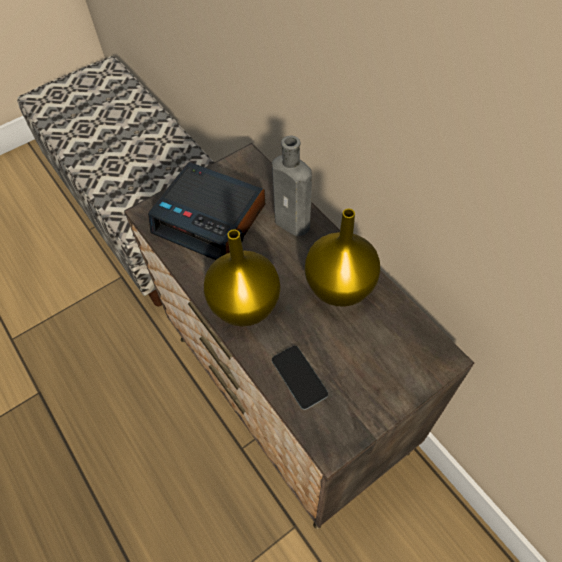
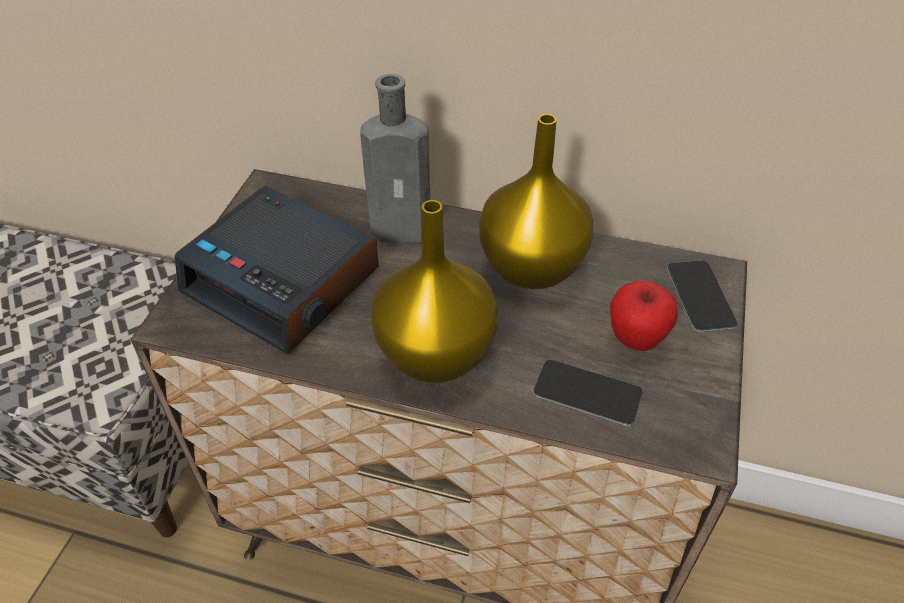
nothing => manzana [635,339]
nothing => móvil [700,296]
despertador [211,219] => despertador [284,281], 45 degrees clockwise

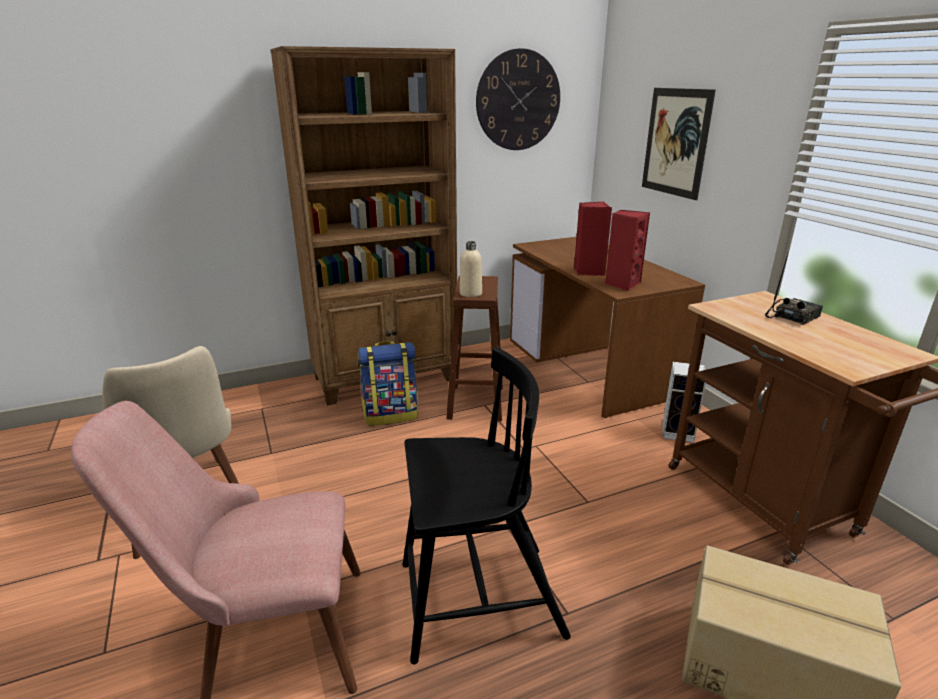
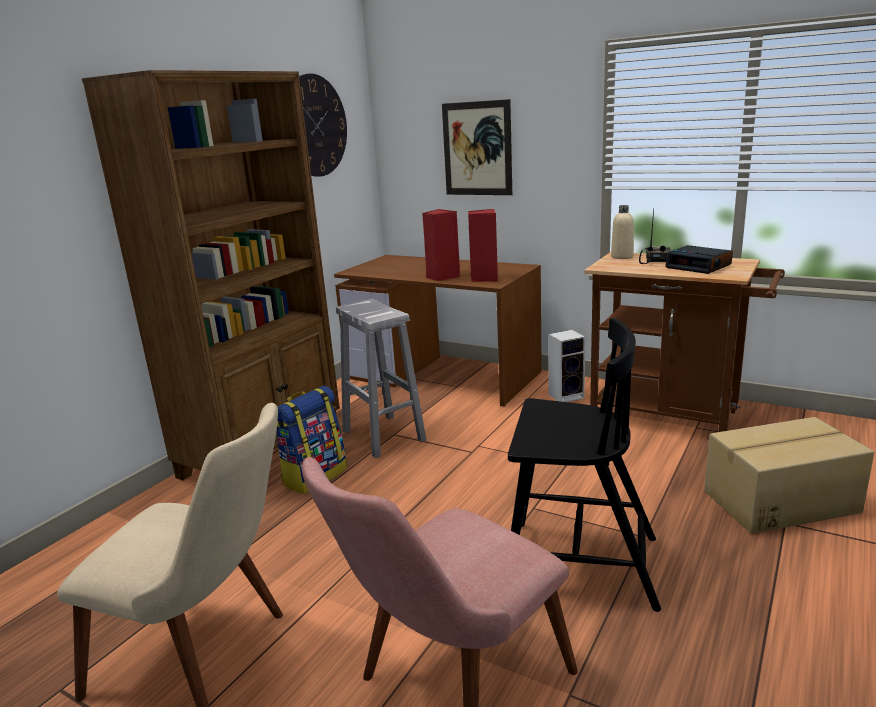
nothing => despertador [699,266]
botella/beis [470,293] => botella/beis [622,257], move
taburete/marrón [475,402] => taburete/blanco [382,435]
silla/negro [476,600] => silla/negro [578,564], 60 degrees clockwise

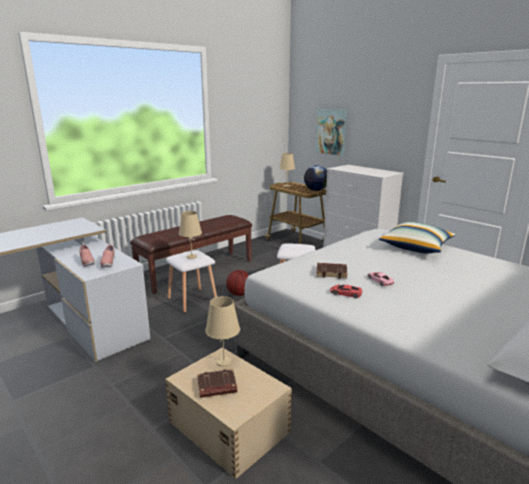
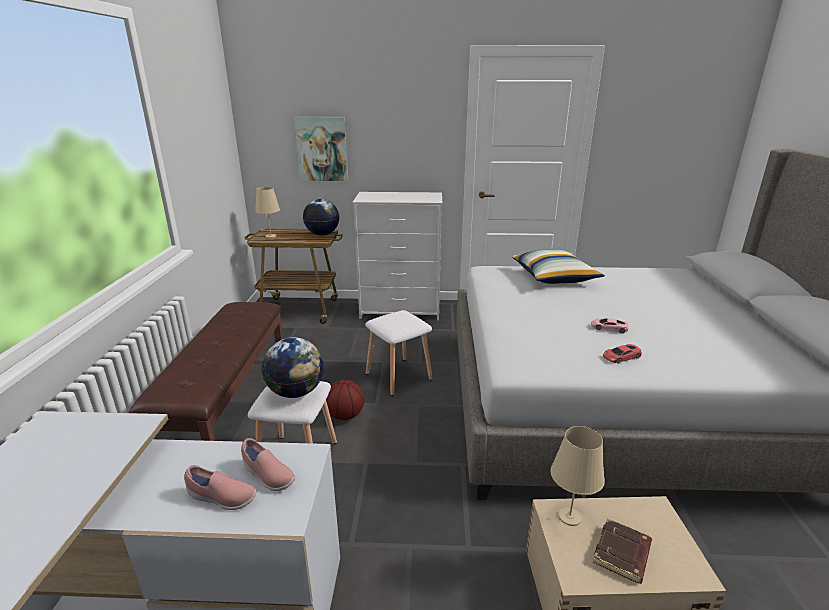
libro/marrón [331,273] => nothing
lámpara de mesa/beis [191,256] => globo terráqueo [296,392]

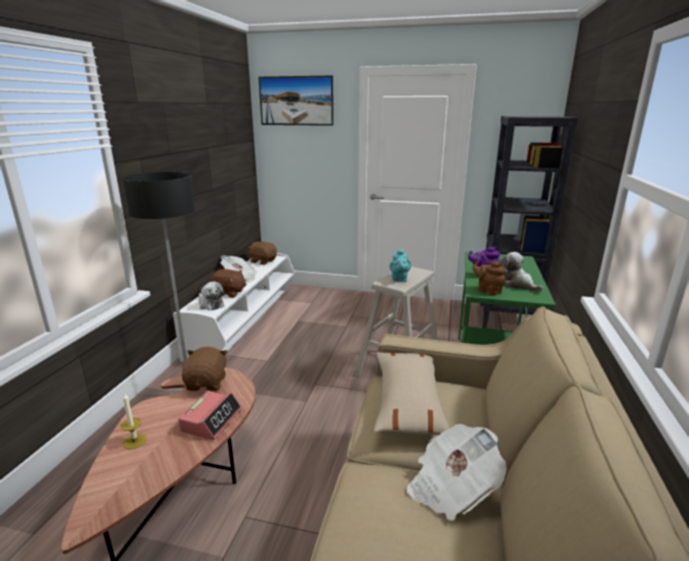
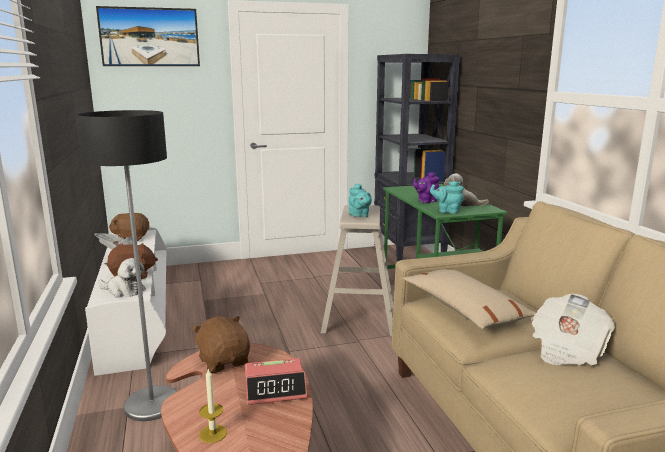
tetera/marrón [487,291] => tetera/turquesa [447,211]
despertador [211,420] => despertador [275,389], 90 degrees clockwise

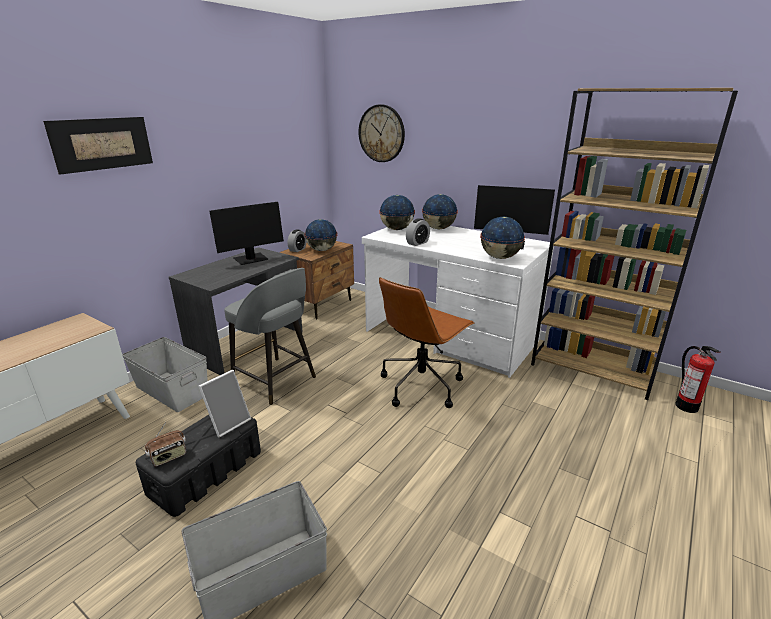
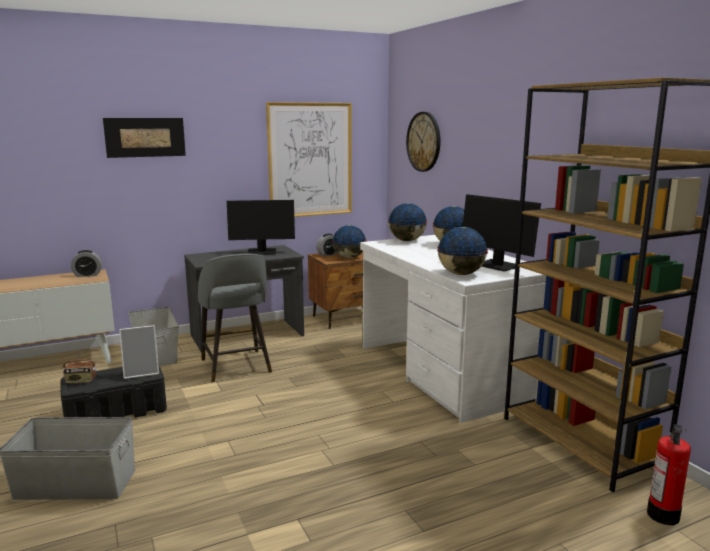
silla de oficina/marrón [421,385] => nothing
nothing => cuadro [310,160]
despertador [417,243] => despertador [87,275], move

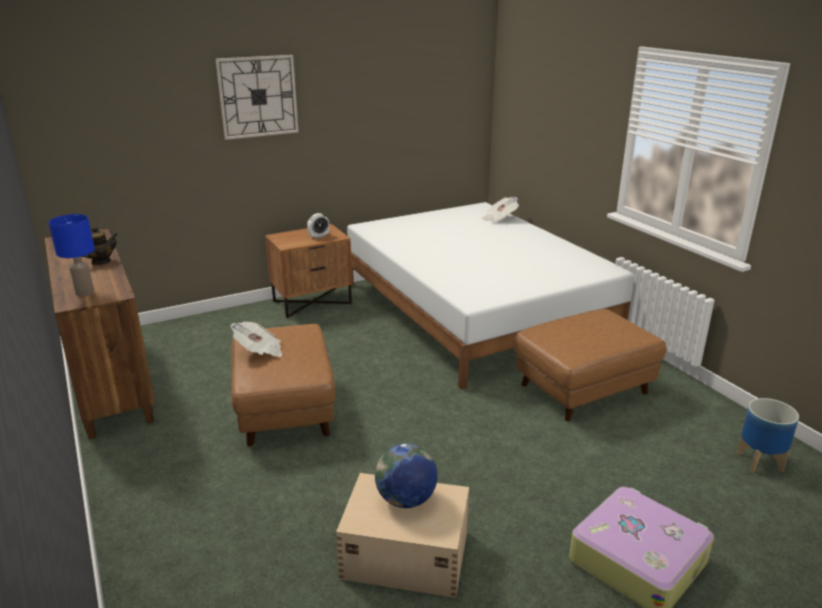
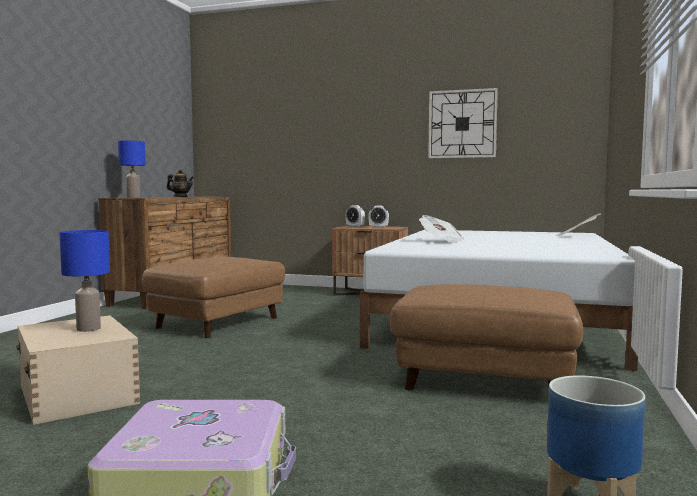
nothing => despertador [355,227]
reloj de pared [258,96] => reloj de pared [462,124], move
periódico [259,351] => periódico [441,241], move
globo terráqueo [406,500] => lámpara de mesa/azul [87,329]

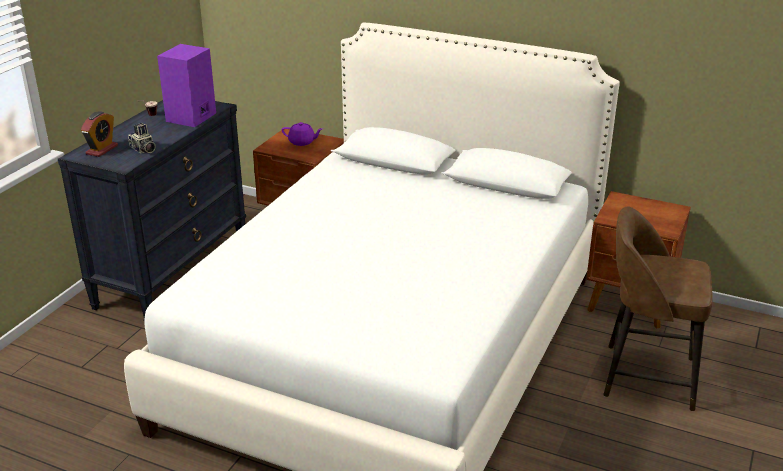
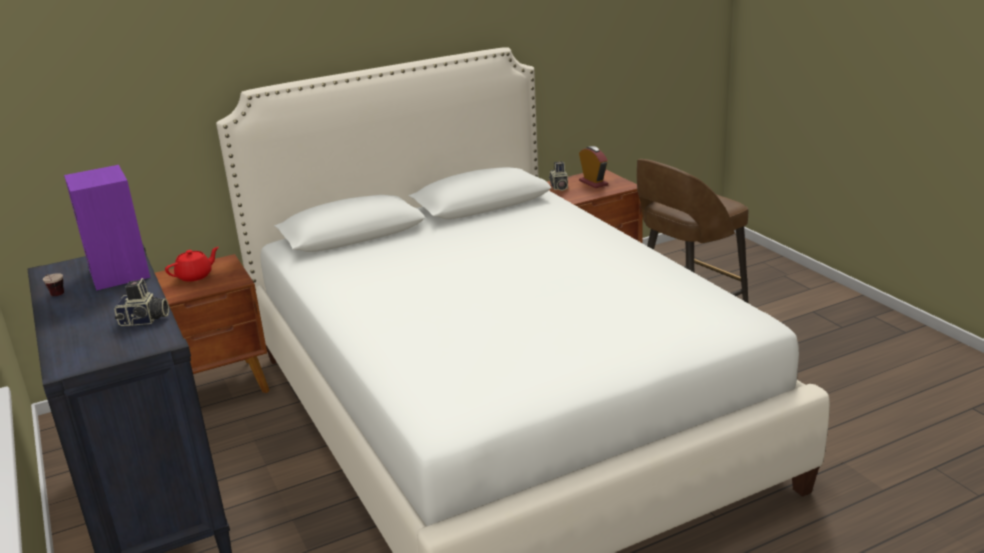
nothing => cámara [559,187]
despertador [102,149] => despertador [593,183], move
tetera/morado [302,142] => tetera/rojo [195,276]

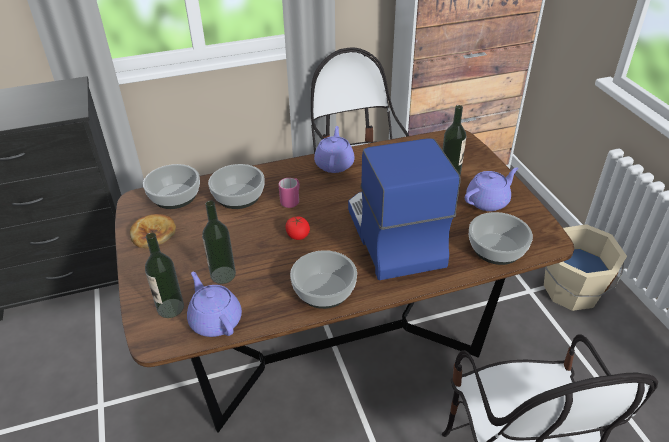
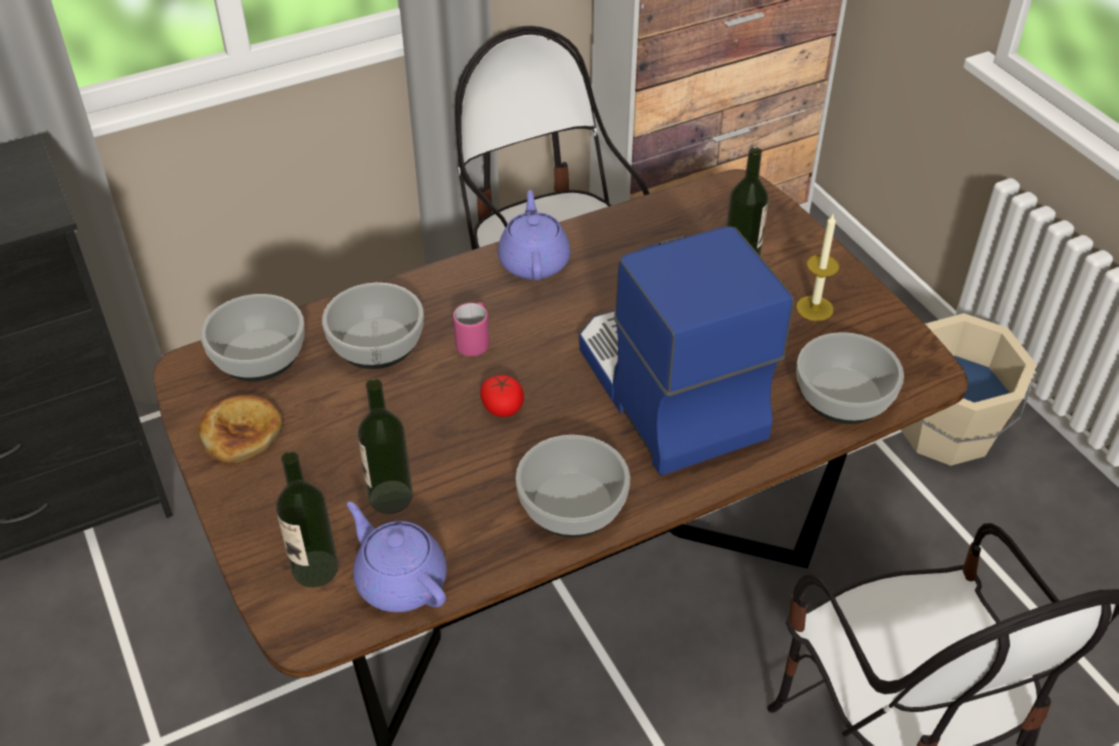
tetera/morado [488,201] => vela [814,308]

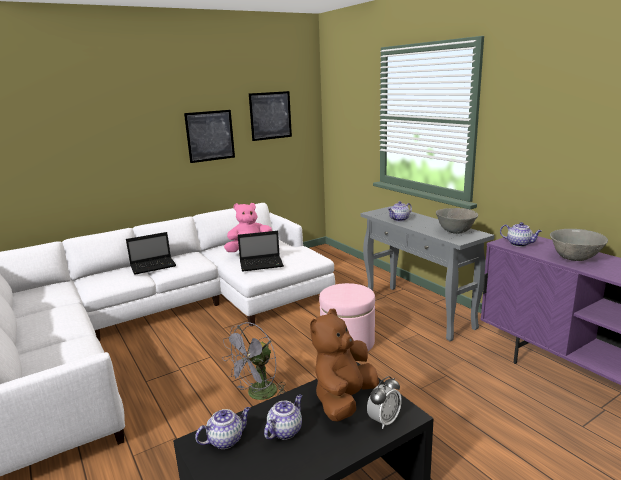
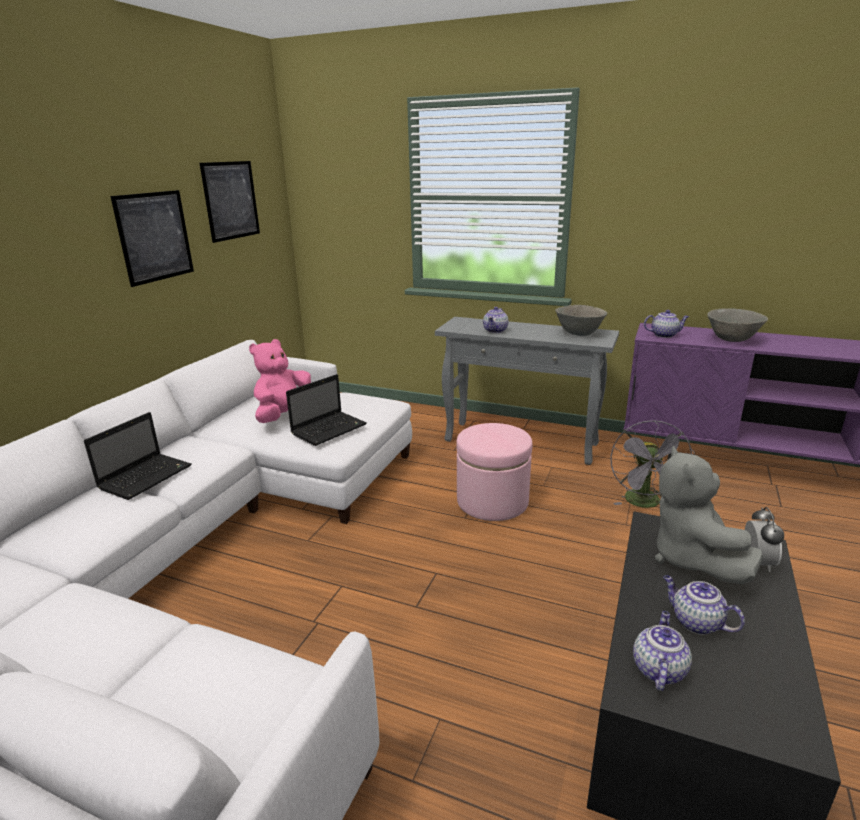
ventilador/gris [258,395] => ventilador/gris [645,504], move
peluche/marrón [344,400] => peluche/gris [691,558]
tetera [285,430] => tetera [695,622], 45 degrees counterclockwise

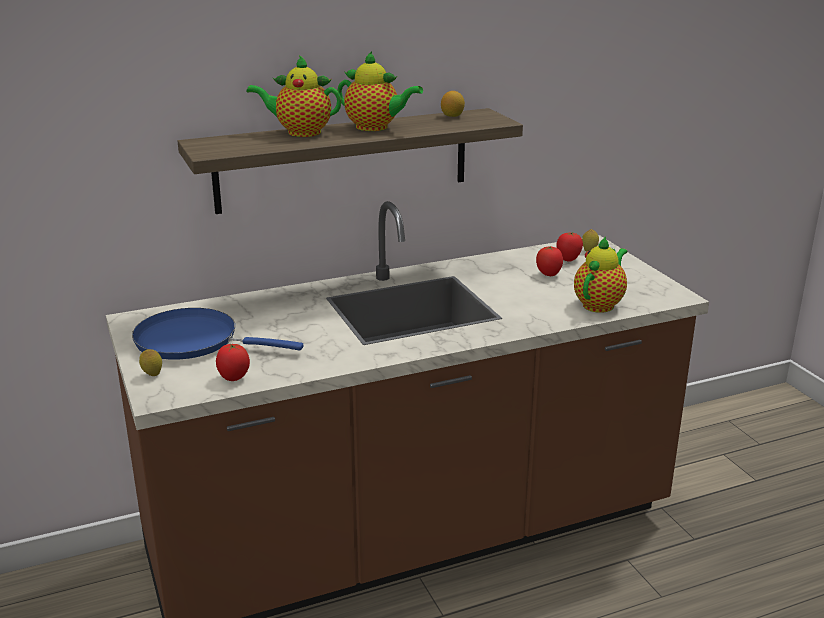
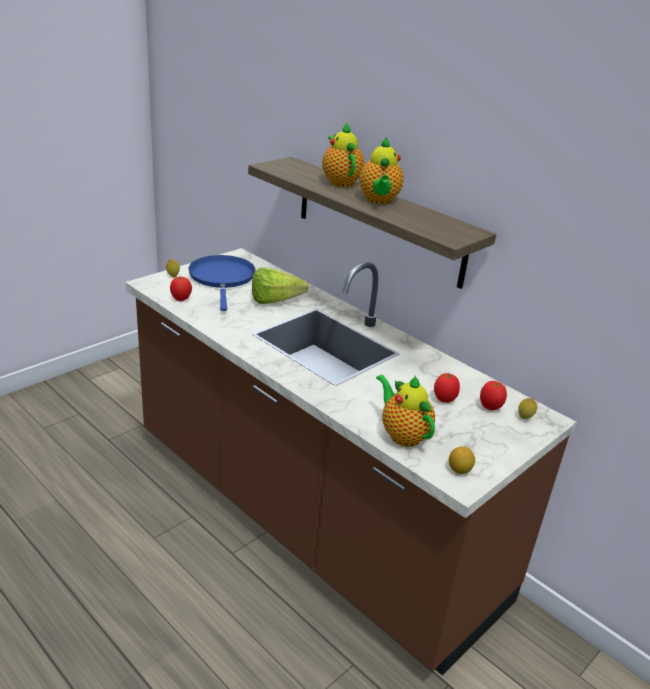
nothing => lechuga [279,301]
limón [452,116] => limón [459,470], move
tetera [600,304] => tetera [402,434], 135 degrees counterclockwise

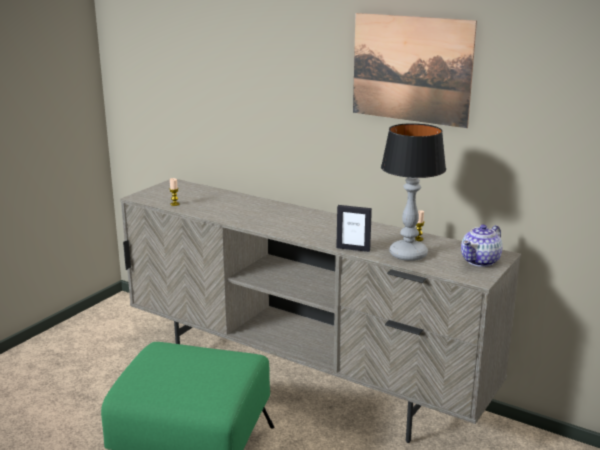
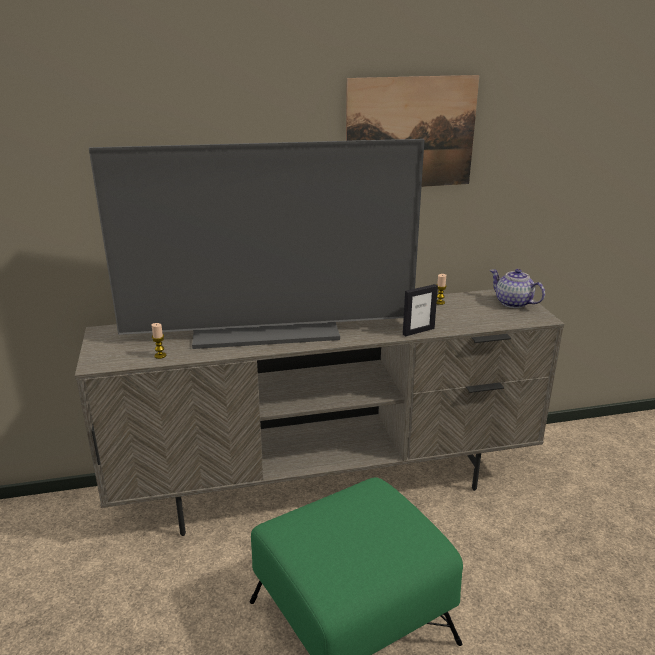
lámpara de mesa [408,255] => nothing
nothing => televisor [267,328]
tetera [481,261] => tetera [513,303], 135 degrees clockwise

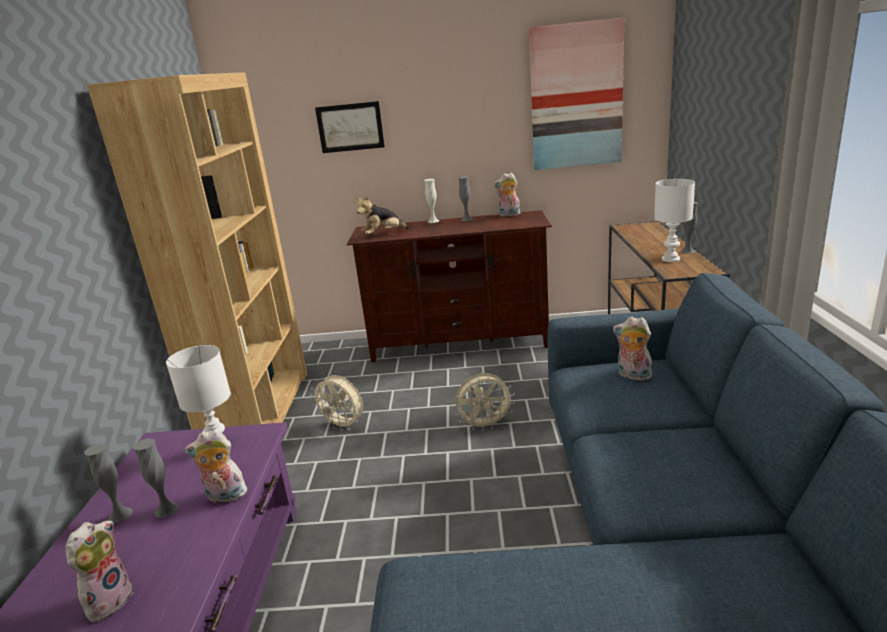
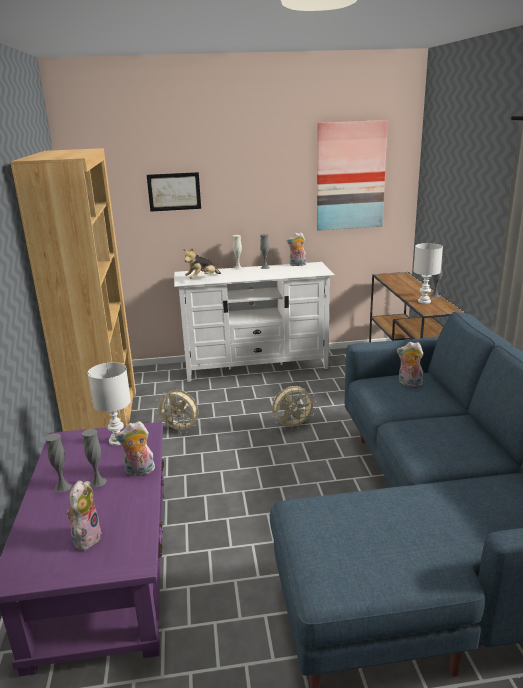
mueble de televisión/marrón [459,343] => mueble de televisión/blanco [256,366]

